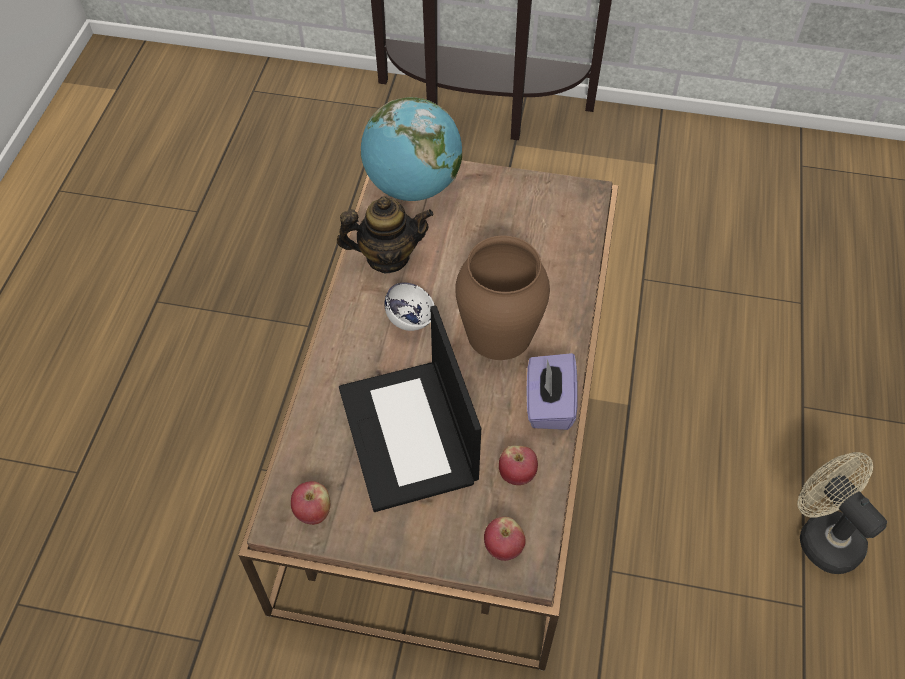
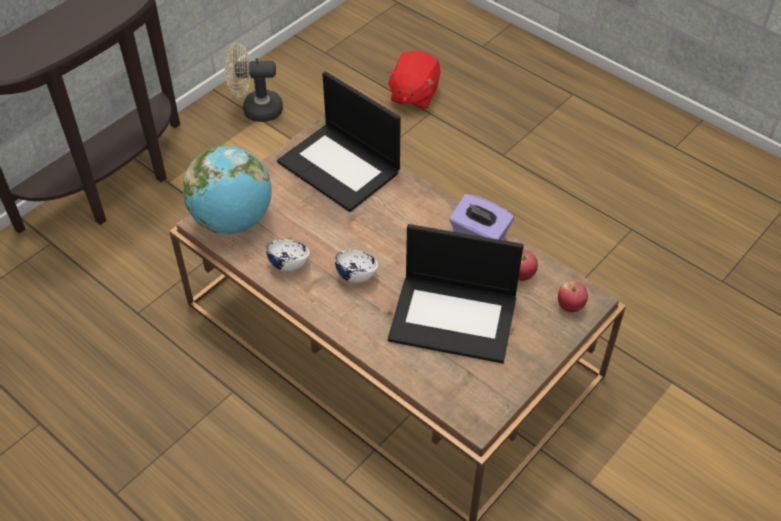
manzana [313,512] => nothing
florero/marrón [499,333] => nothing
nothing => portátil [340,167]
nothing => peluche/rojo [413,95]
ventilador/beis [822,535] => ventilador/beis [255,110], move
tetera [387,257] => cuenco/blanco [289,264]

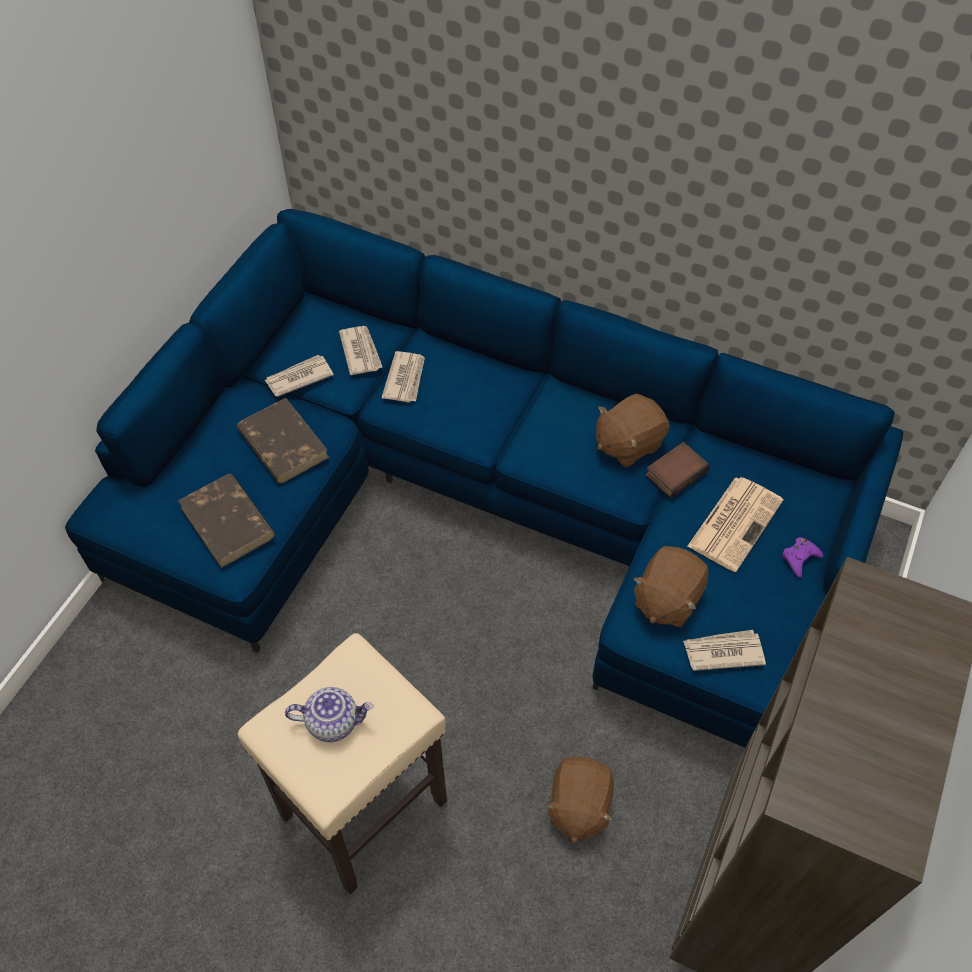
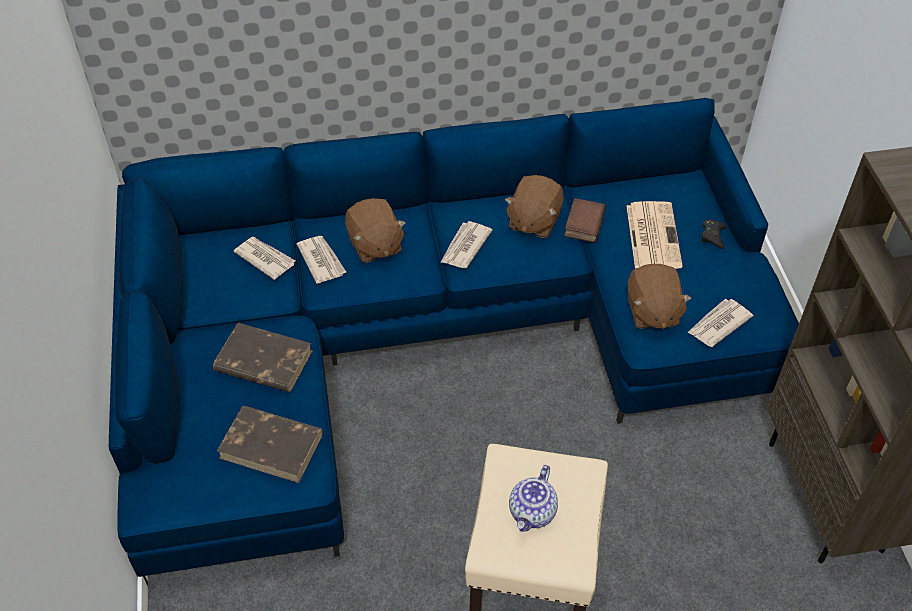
periódico [298,377] => periódico [465,247], move
peluche/marrón [578,806] => peluche/marrón [374,245], move
mando de consola/morado [799,558] => mando de consola/negro [713,236]
tetera [333,721] => tetera [533,513], 150 degrees clockwise

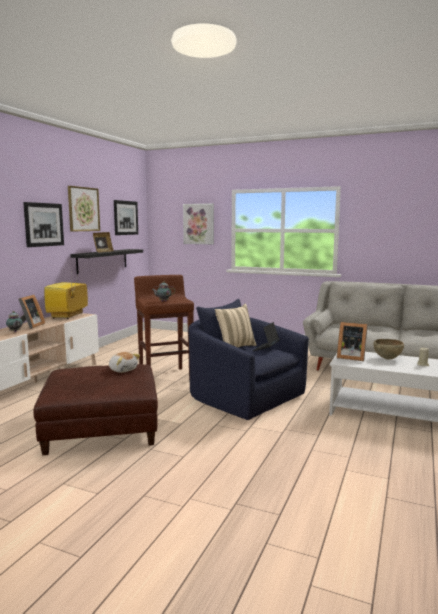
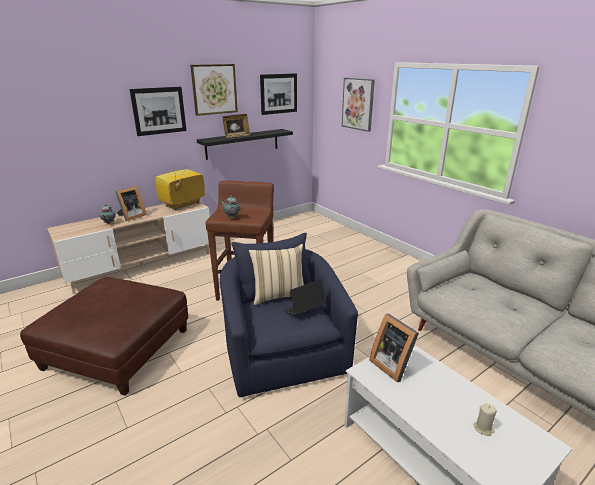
peluche [123,370] => nothing
cuenco/marrón [387,358] => nothing

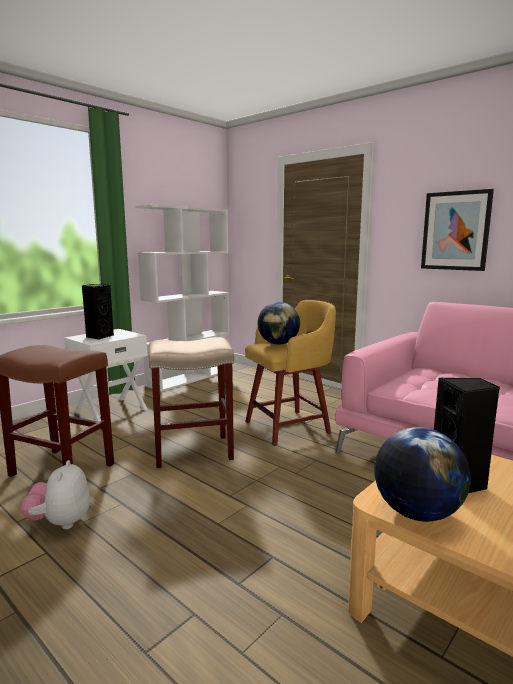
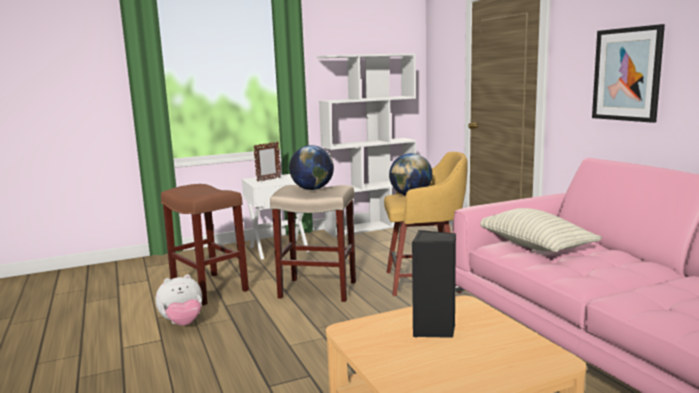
nothing => cojín [532,246]
globo terráqueo [416,513] => globo terráqueo [312,189], move
altavoz/negro [99,336] => portarretratos [268,179]
peluche [60,522] => peluche [182,323], 135 degrees counterclockwise

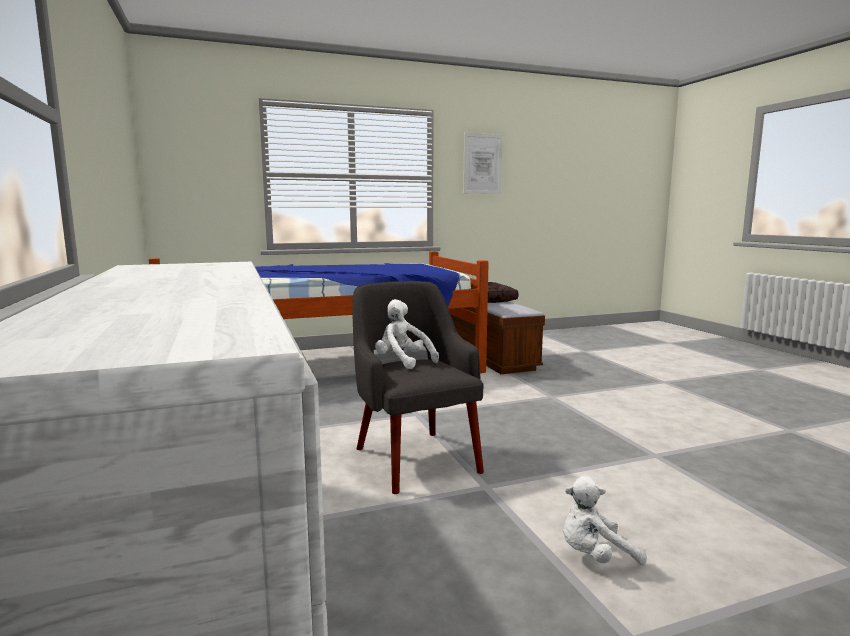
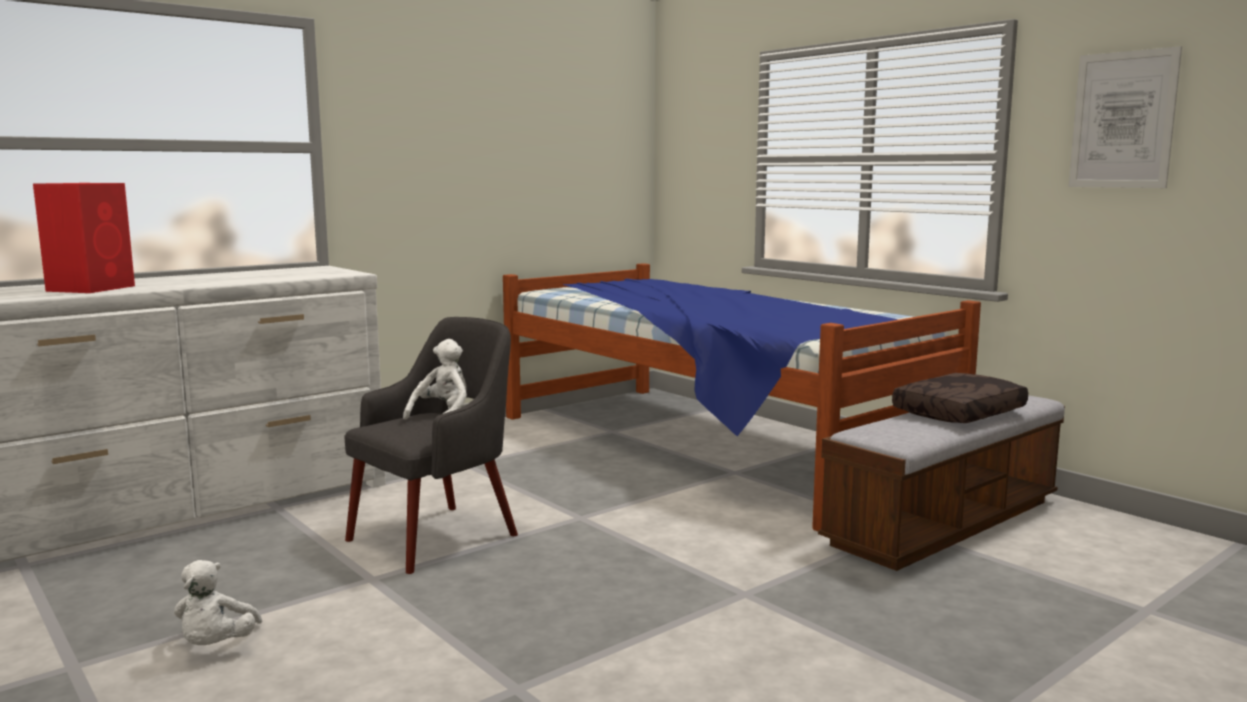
nothing => altavoz/rojo [92,288]
peluche/blanco [595,556] => peluche/blanco [216,646], 150 degrees counterclockwise

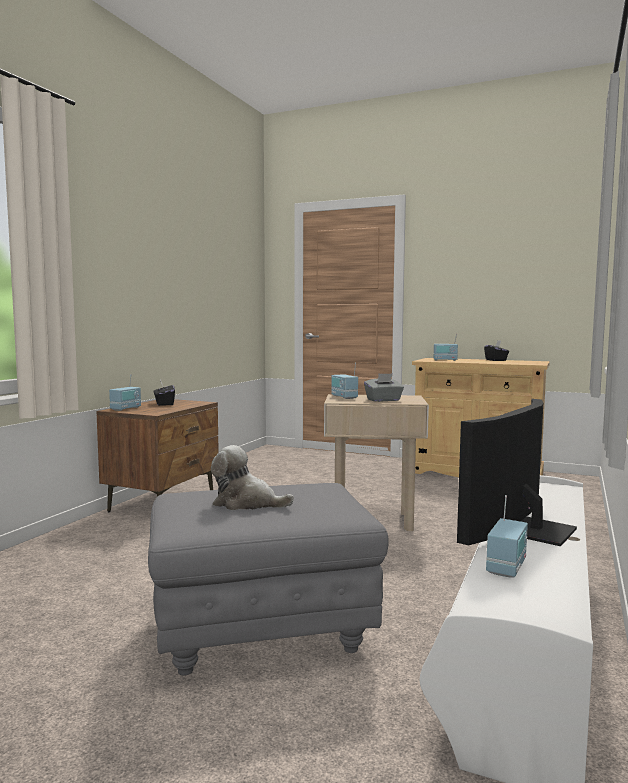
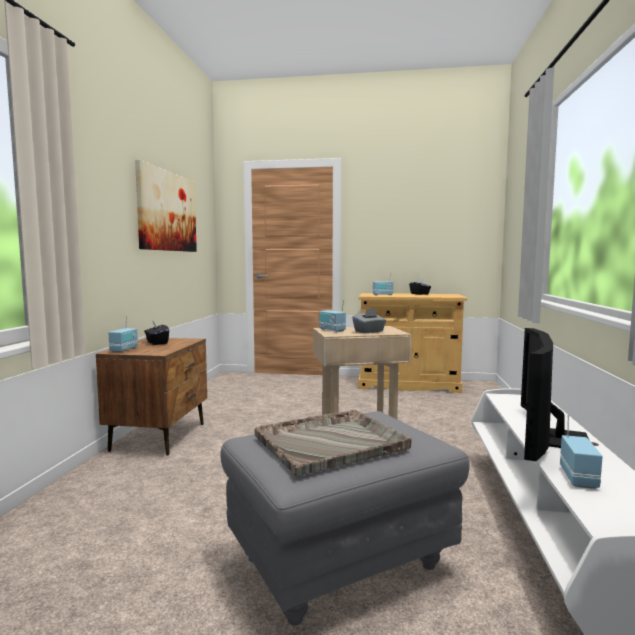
nothing => cuadro [167,211]
peluche [246,503] => bandeja/gris [331,442]

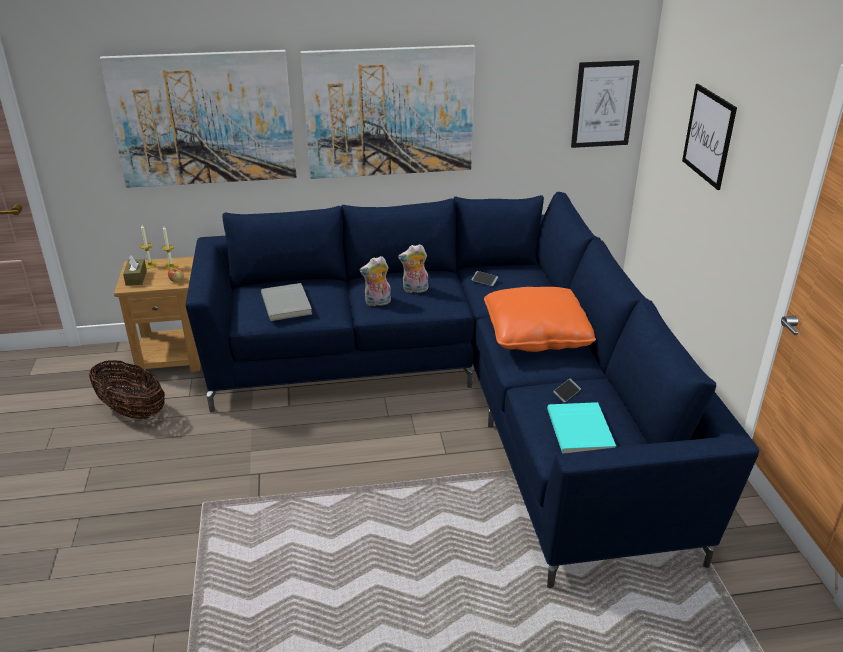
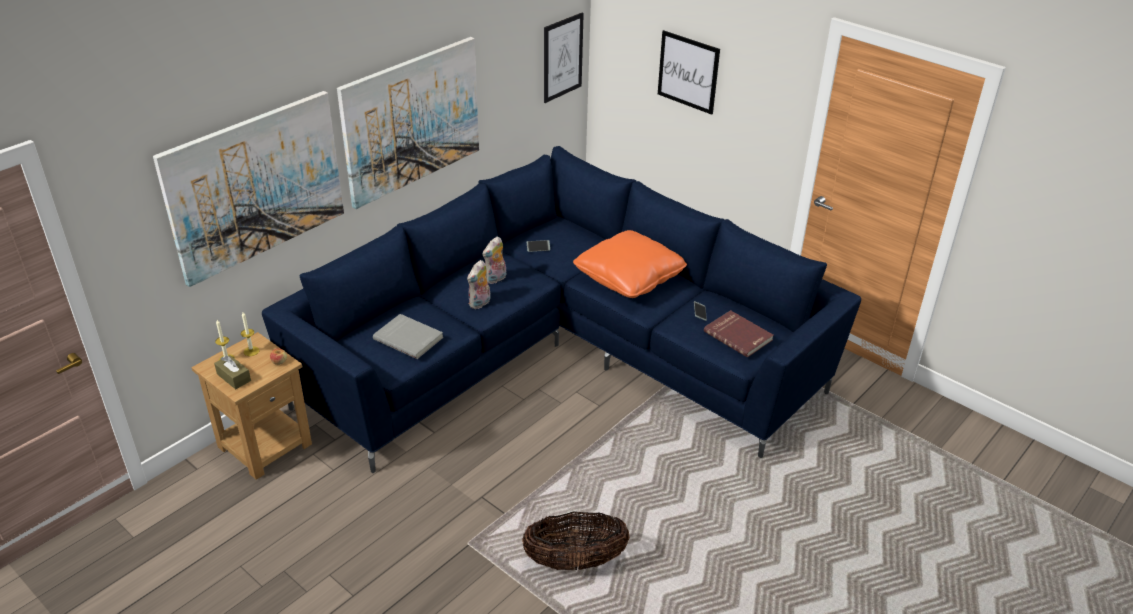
cesta [132,411] => cesta [575,561], move
libro/turquesa [581,431] => libro/rojo [738,335]

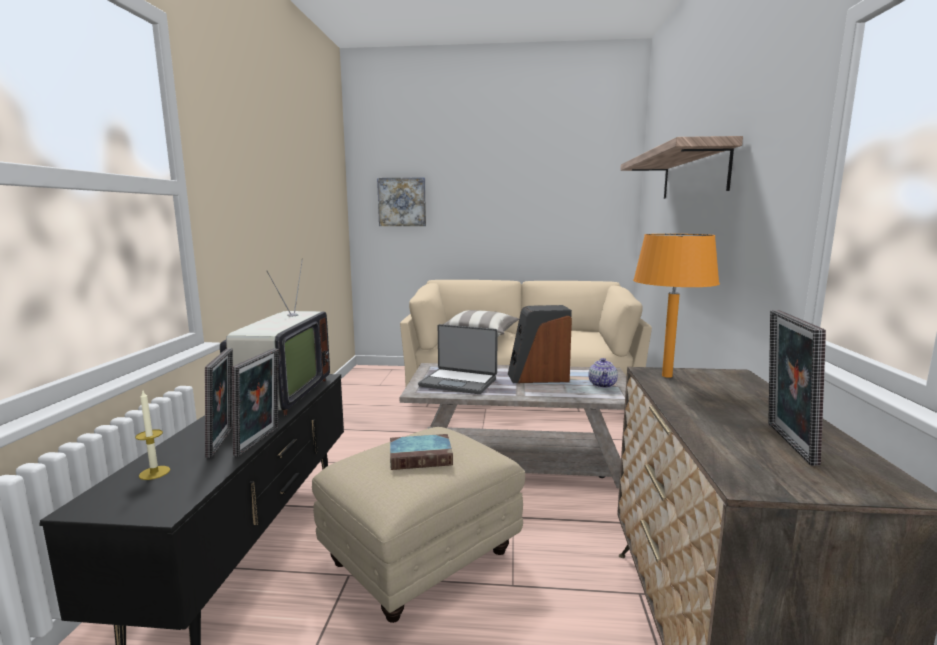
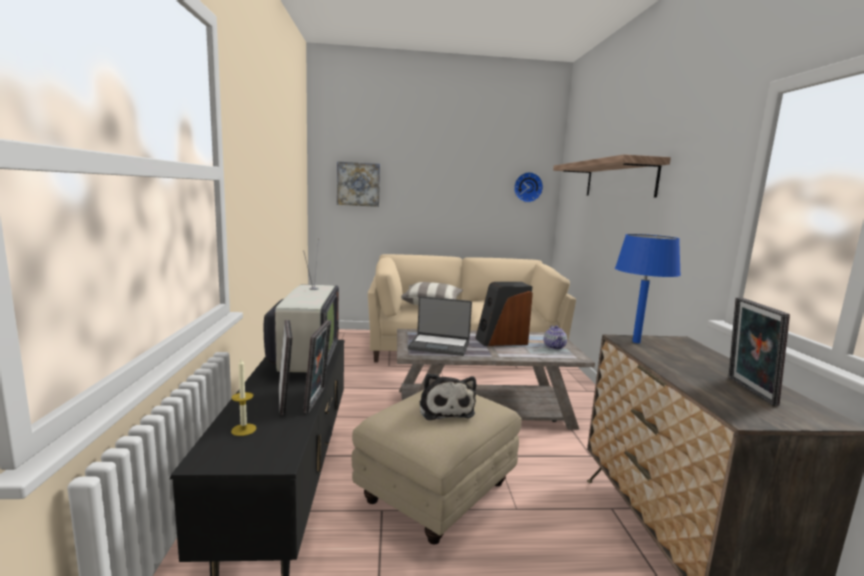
nothing => reloj de pared [527,187]
libro [422,456] => peluche [445,409]
lámpara de mesa/naranja [667,376] => lámpara de mesa/azul [636,342]

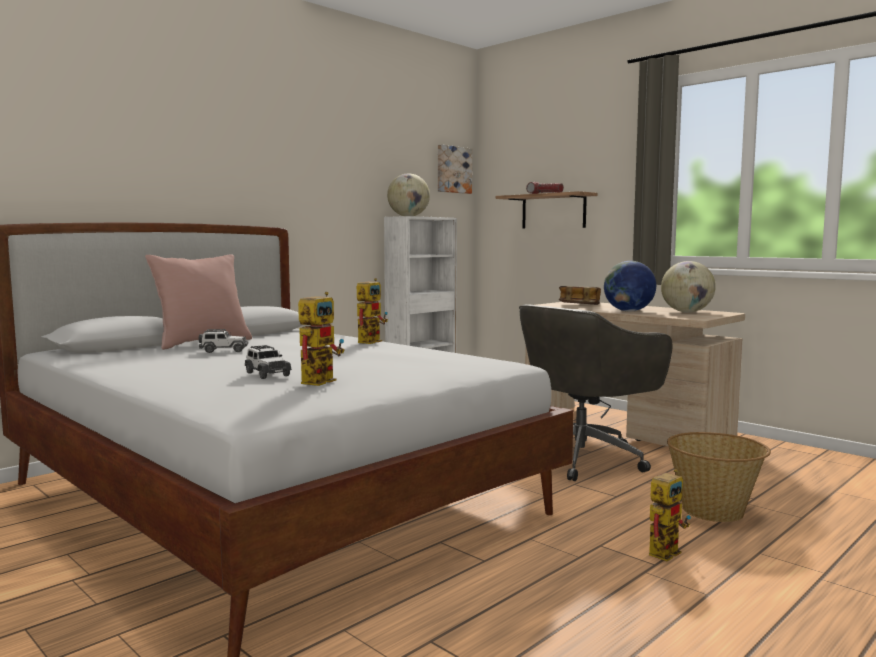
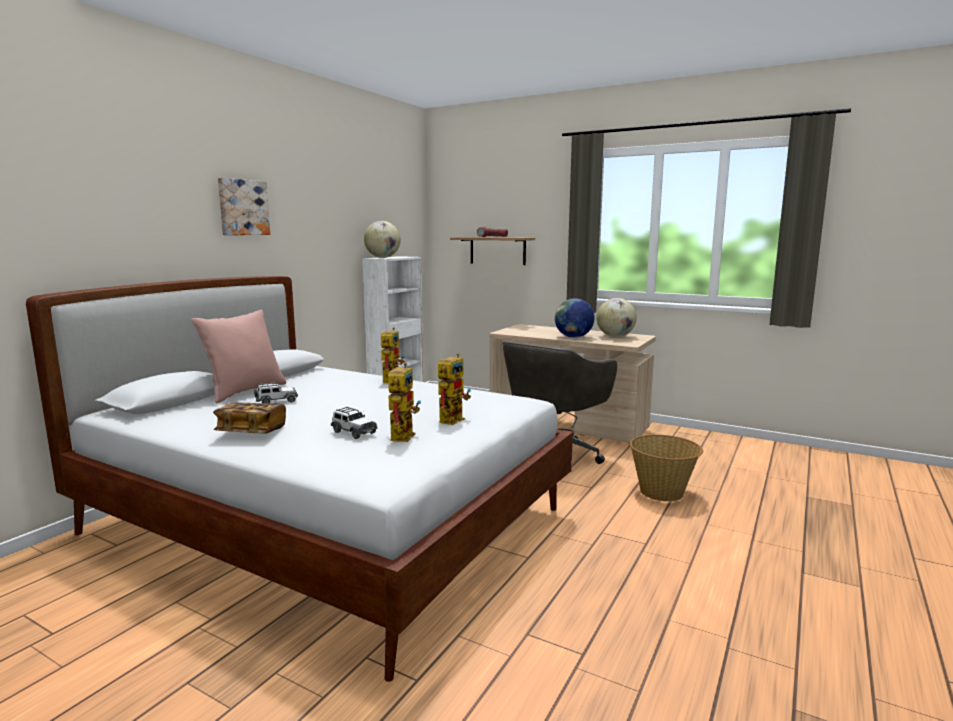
cuadro [453,169] => cuadro [242,207], move
libro [579,305] => libro [252,432], move
robot de juguete [665,550] => robot de juguete [453,418], move

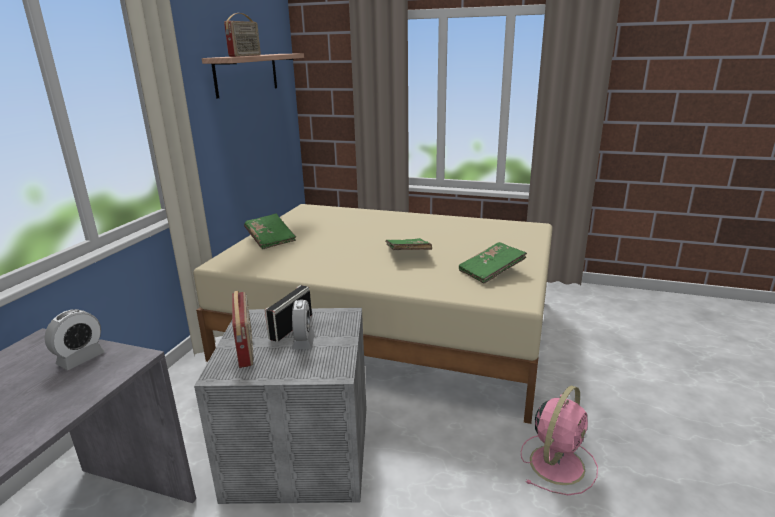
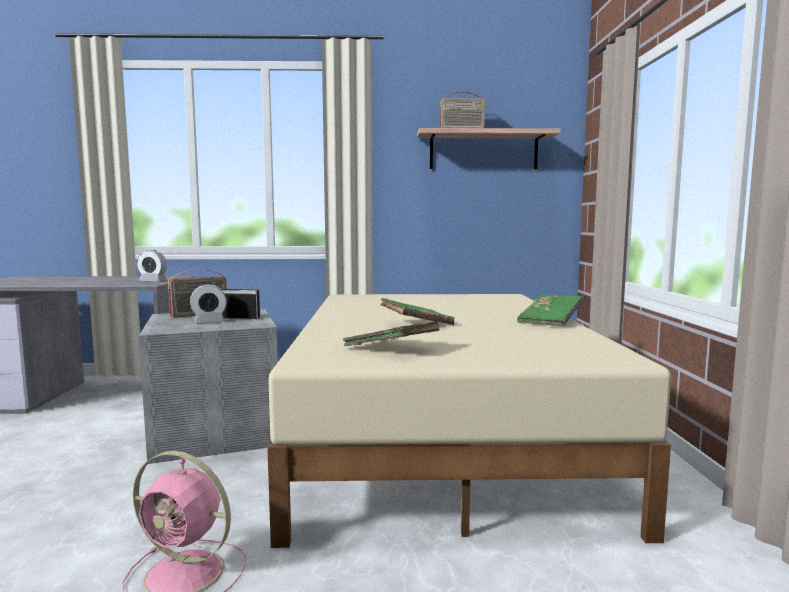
libro/verde [270,239] => libro/verde [550,321], move

